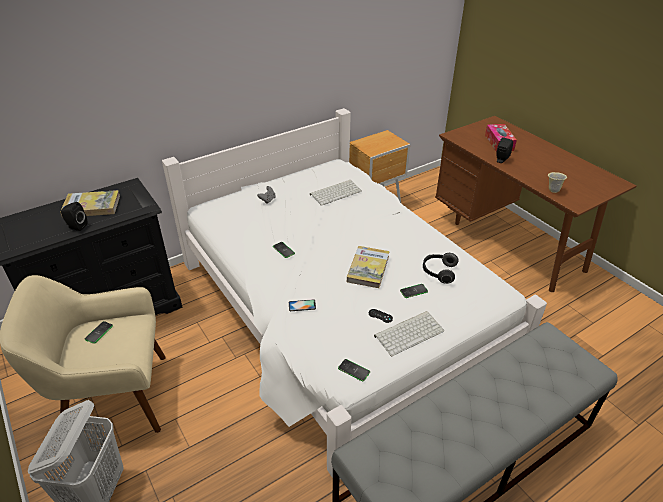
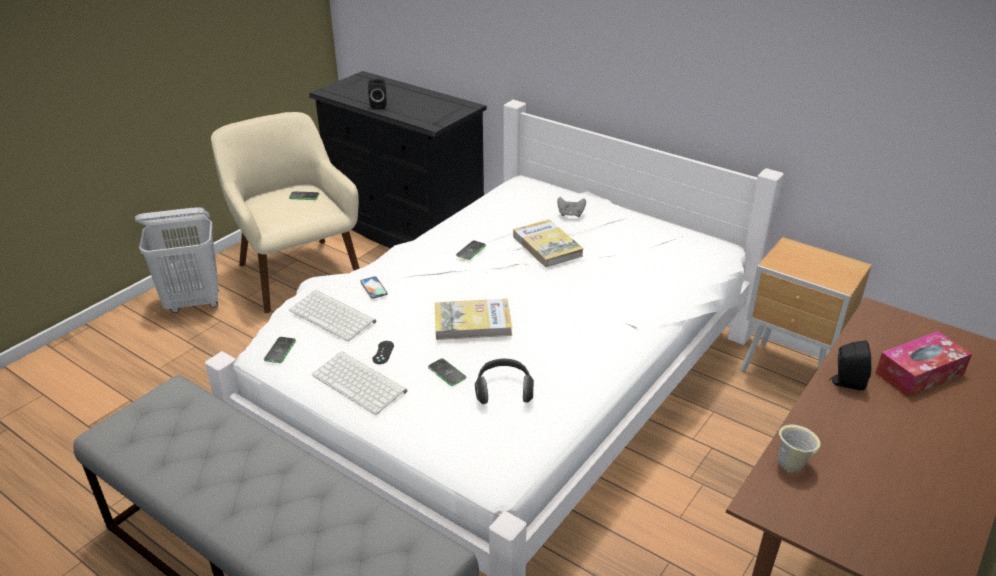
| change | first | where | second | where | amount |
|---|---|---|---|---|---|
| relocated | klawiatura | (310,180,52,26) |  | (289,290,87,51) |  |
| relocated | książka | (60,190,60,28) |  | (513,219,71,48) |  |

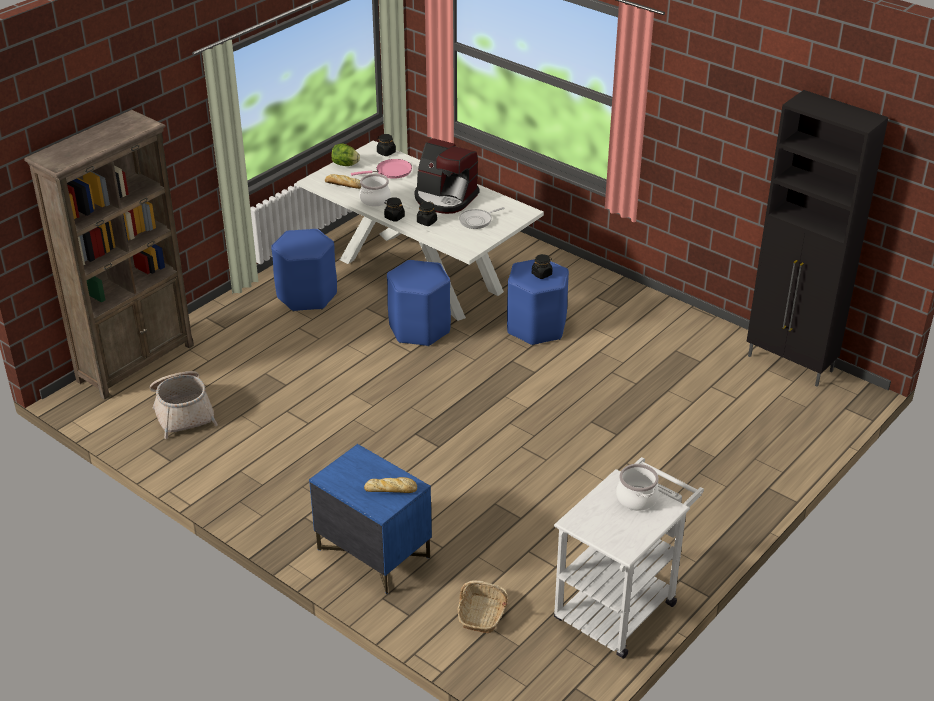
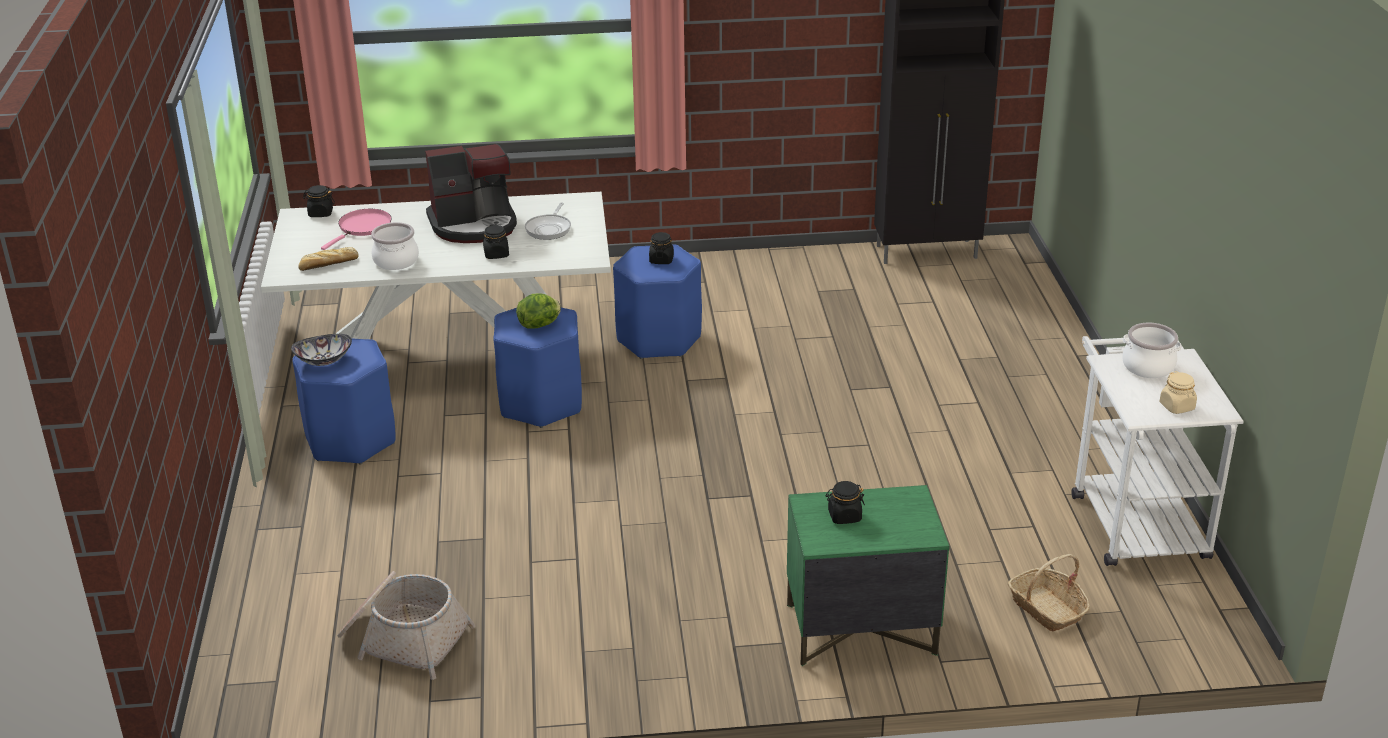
| change | first | where | second | where | amount |
|---|---|---|---|---|---|
| missing | regał/brązowy | (24,110,170,290) |  |  |  |
| relocated | sałata | (331,143,29,23) |  | (516,293,45,36) |  |
| relocated | słoik/czarny | (384,197,21,25) |  | (826,481,39,43) |  |
| colour | szafka nocna/niebieski | (309,444,123,150) | szafka nocna/zielony | (787,485,162,181) |  |
| missing | chleb | (364,477,53,16) |  |  |  |
| appeared |  |  | miska | (291,334,61,32) |  |
| appeared |  |  | słoik/beżowy | (1159,371,38,43) |  |

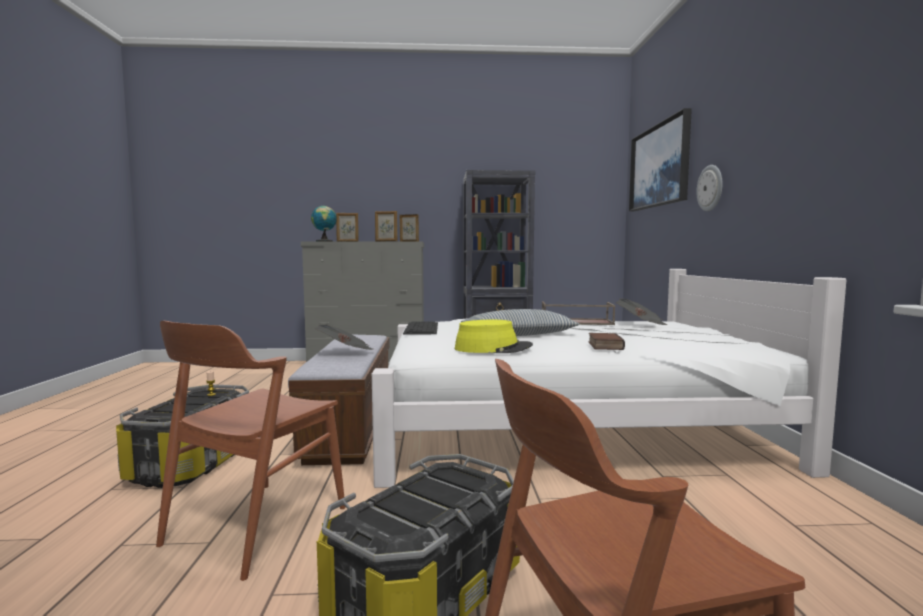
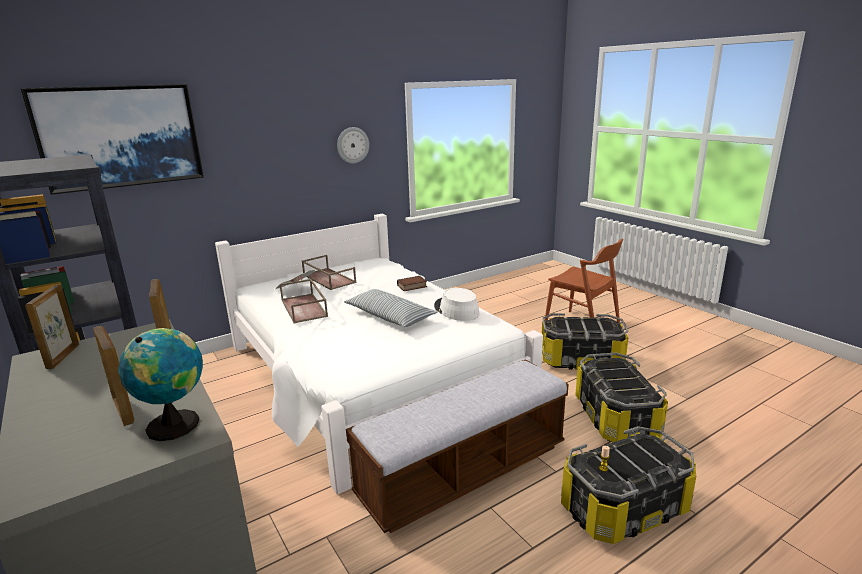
| change | first | where | second | where | amount |
|---|---|---|---|---|---|
| relocated | zegar ścienny | (696,165,26,46) |  | (337,127,32,36) |  |
| colour | kapelusz/żółty | (455,320,78,33) | kapelusz/biały | (434,288,46,33) |  |
| exchanged | krzesło/brązowy | (156,321,190,260) | pojemnik do przechowywania | (575,353,93,89) |  |
| missing | klawiatura | (403,321,35,14) |  |  |  |
| missing | gazeta | (315,325,58,25) |  |  |  |
| appeared |  |  | taca/brązowy | (302,255,54,35) |  |

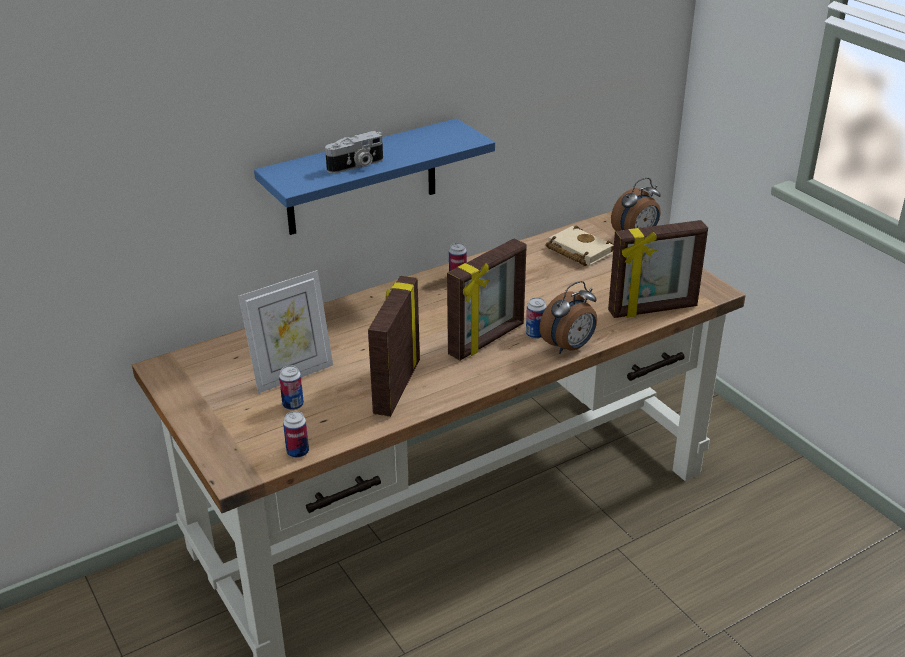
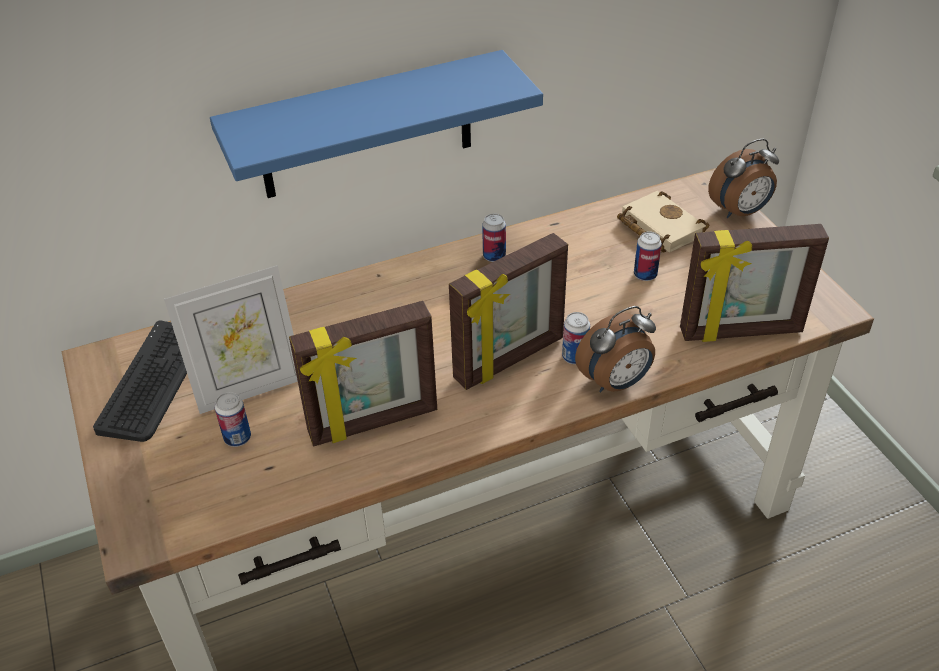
| change | first | where | second | where | amount |
|---|---|---|---|---|---|
| missing | aparat fotograficzny | (325,131,58,42) |  |  |  |
| spun | ramka na zdjęcie | (368,276,52,141) |  | (289,301,148,145) | 135 degrees counterclockwise |
| relocated | puszka | (283,411,26,47) |  | (634,231,28,50) |  |
| appeared |  |  | klawiatura | (93,320,94,122) |  |

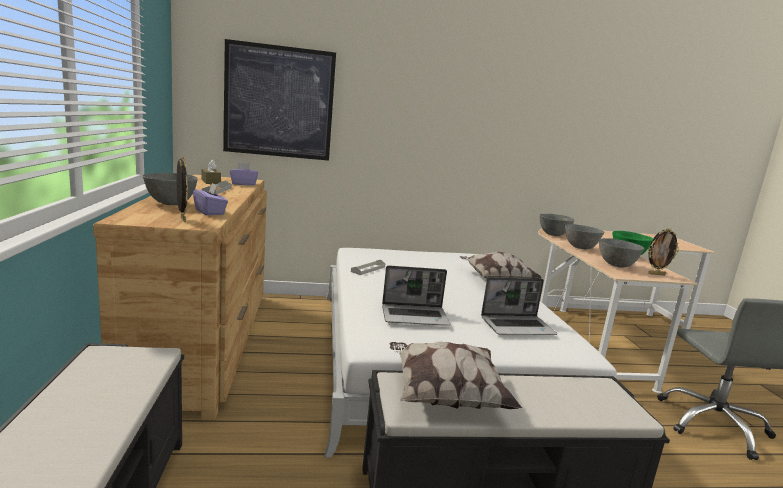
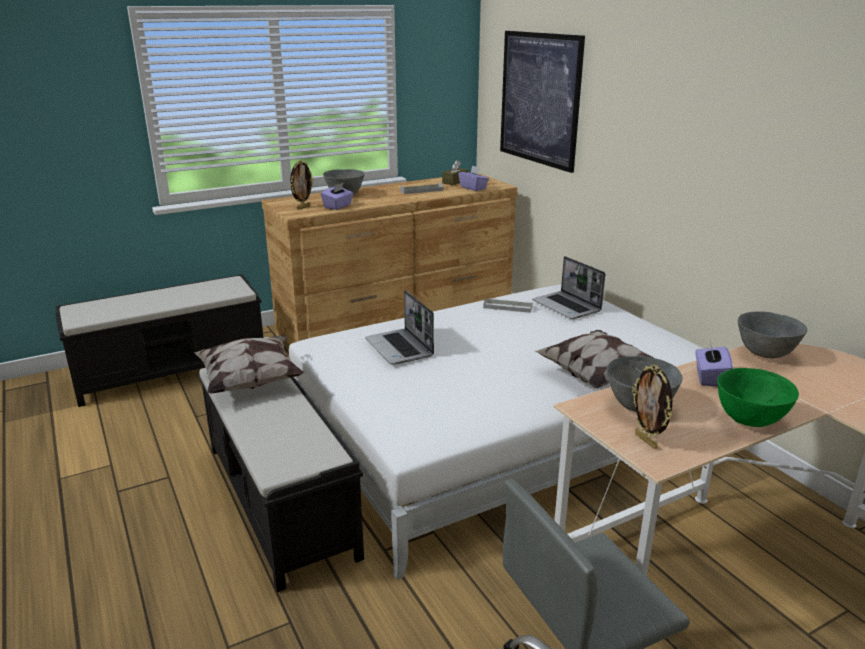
| change | first | where | second | where | amount |
|---|---|---|---|---|---|
| exchanged | miska/szary | (565,224,39,26) | pudełko chusteczek/fioletowy | (695,340,38,47) |  |
| relocated | laptop | (481,277,76,58) |  | (532,256,73,63) |  |

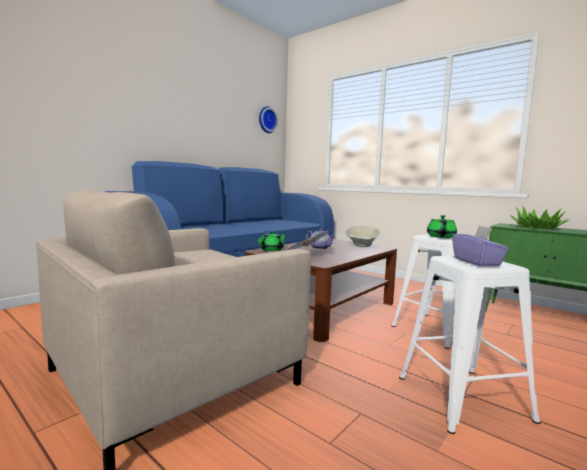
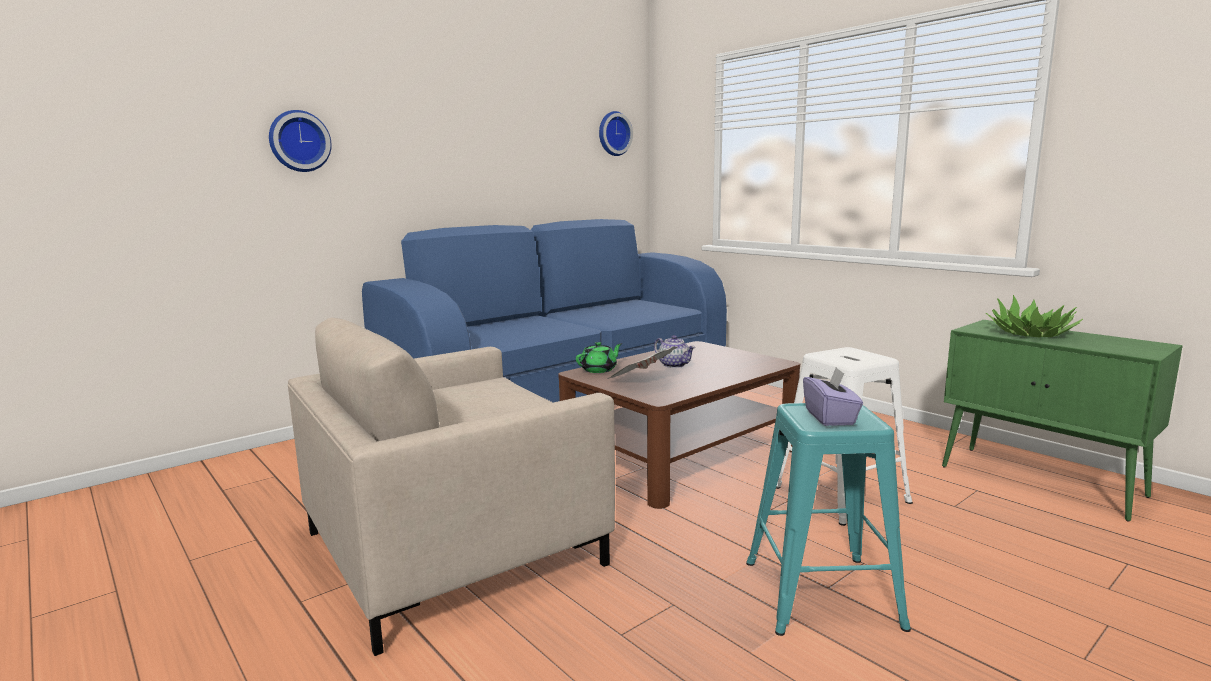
| change | first | where | second | where | amount |
|---|---|---|---|---|---|
| missing | imbryk/zielony | (427,215,30,23) |  |  |  |
| missing | miska/beżowy | (346,226,34,21) |  |  |  |
| colour | stołek/biały | (399,256,141,178) | stołek/turkusowy | (746,403,165,233) |  |
| appeared |  |  | zegar ścienny | (269,110,63,62) |  |

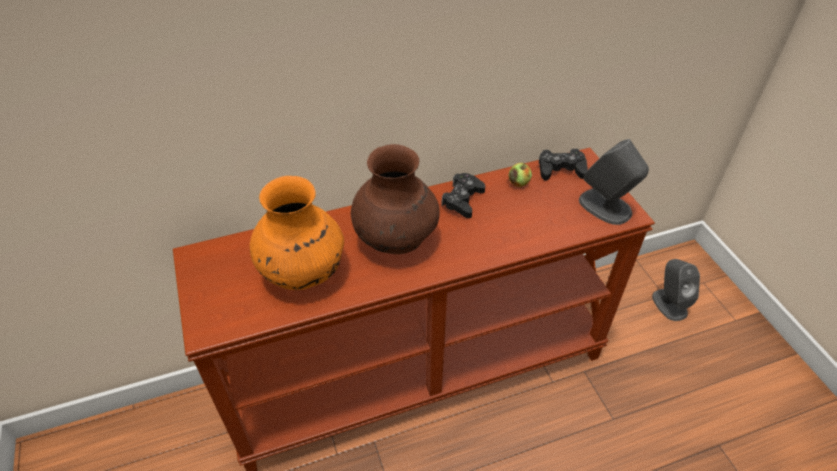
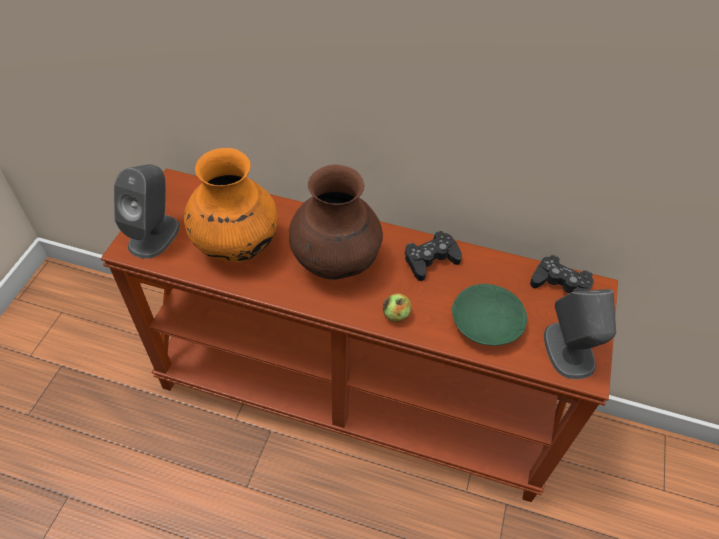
| change | first | where | second | where | amount |
|---|---|---|---|---|---|
| relocated | jabłko | (509,163,23,24) |  | (383,293,28,29) |  |
| relocated | głośnik/szary | (652,259,48,62) |  | (114,164,66,95) |  |
| appeared |  |  | miska/zielony | (452,284,75,62) |  |

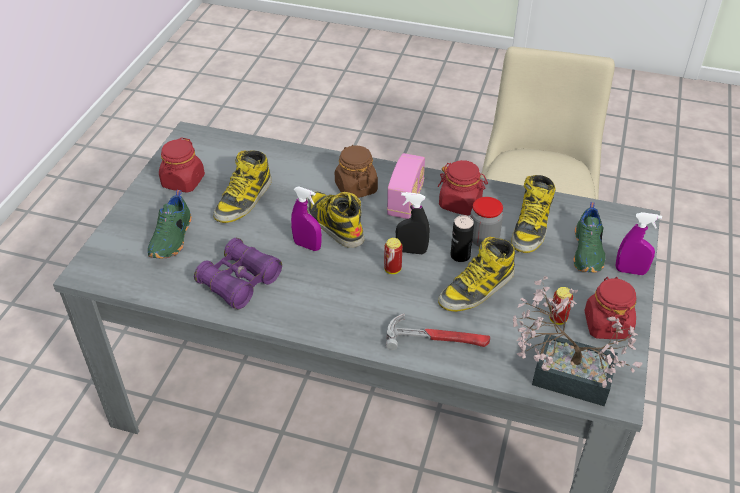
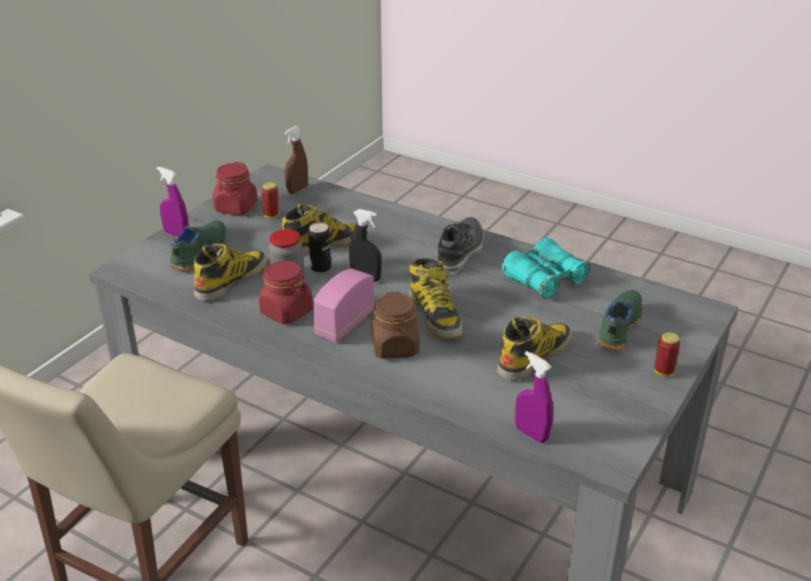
| change | first | where | second | where | amount |
|---|---|---|---|---|---|
| missing | słoik/czerwony | (159,137,46,56) |  |  |  |
| relocated | spryskiwacz/fioletowy | (291,187,31,64) |  | (515,351,38,92) |  |
| colour | lornetka/fioletowy | (194,238,88,71) | lornetka/turkusowy | (502,237,88,62) |  |
| relocated | puszka | (384,238,19,36) |  | (654,332,26,44) |  |
| exchanged | roślina doniczkowa | (513,276,130,130) | spryskiwacz/brązowy | (285,126,23,68) |  |
| missing | młotek | (386,314,104,36) |  |  |  |
| appeared |  |  | but | (436,217,48,57) |  |

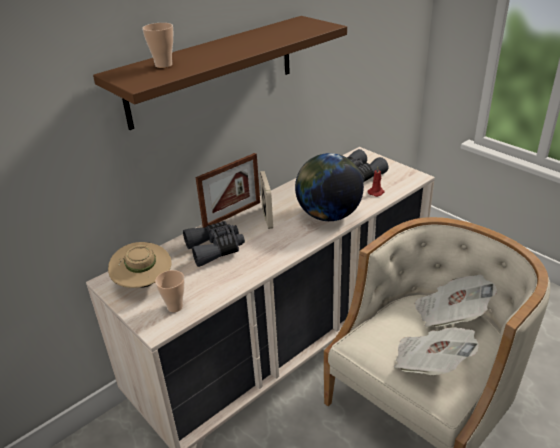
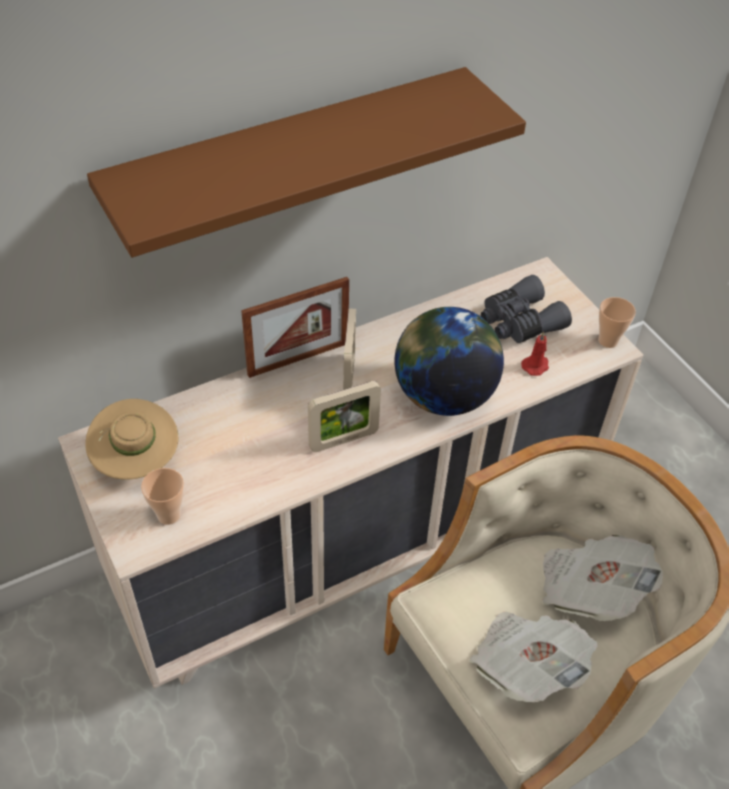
| change | first | where | second | where | amount |
|---|---|---|---|---|---|
| relocated | filiżanka | (142,23,32,45) |  | (598,297,38,51) |  |
| missing | lornetka/szary | (183,221,62,46) |  |  |  |
| appeared |  |  | ramka na zdjęcie | (308,381,73,71) |  |

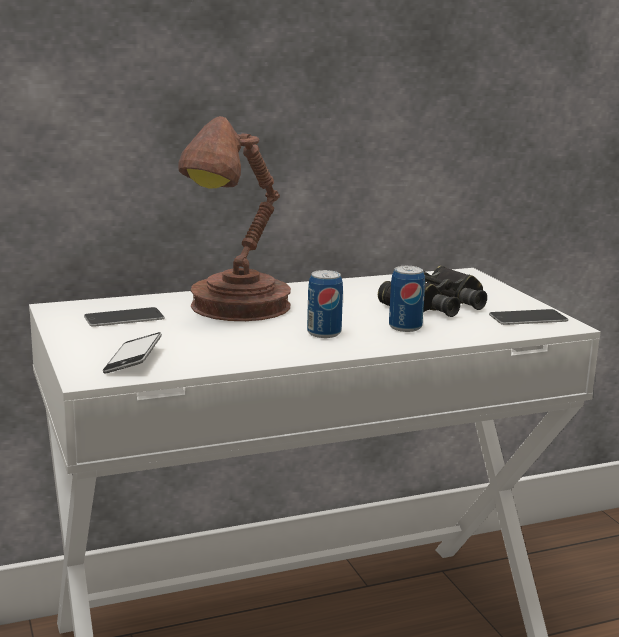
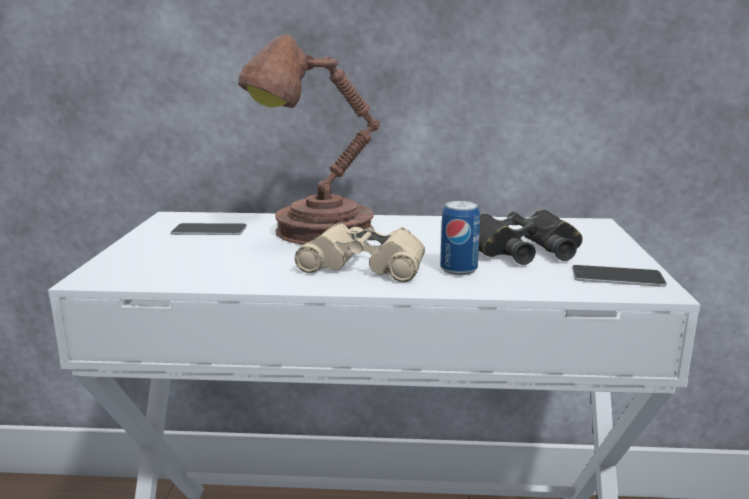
| change | first | where | second | where | amount |
|---|---|---|---|---|---|
| exchanged | puszka | (307,270,36,68) | lornetka/beżowy | (295,223,130,59) |  |
| missing | telefon | (103,332,59,42) |  |  |  |

